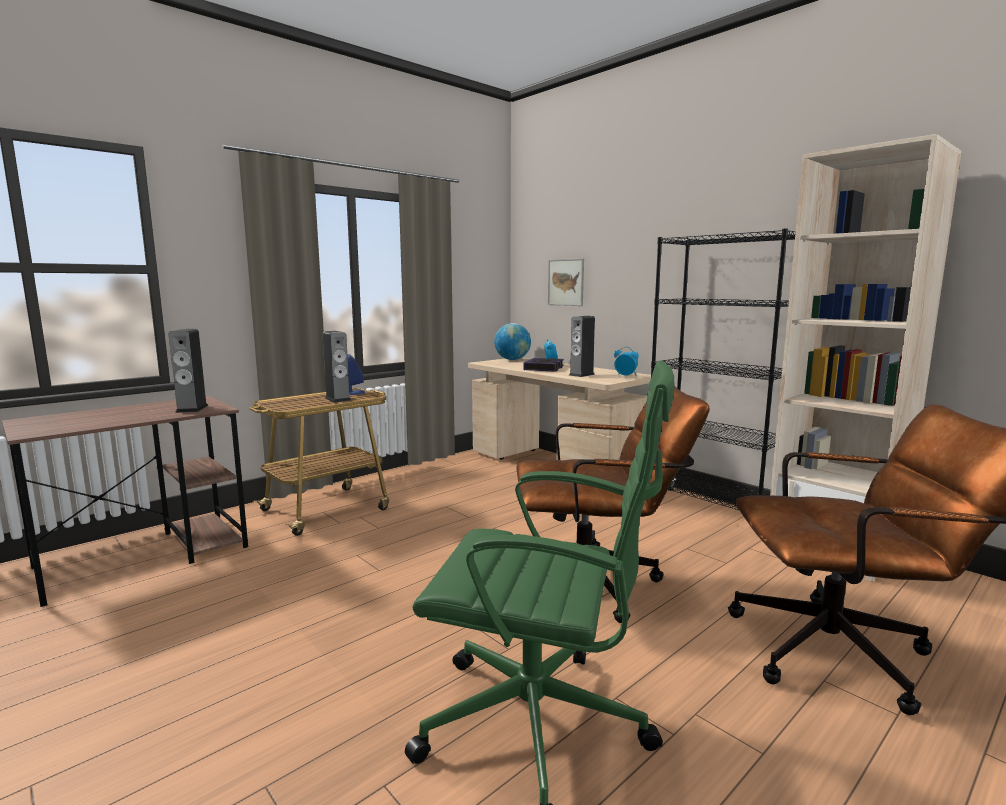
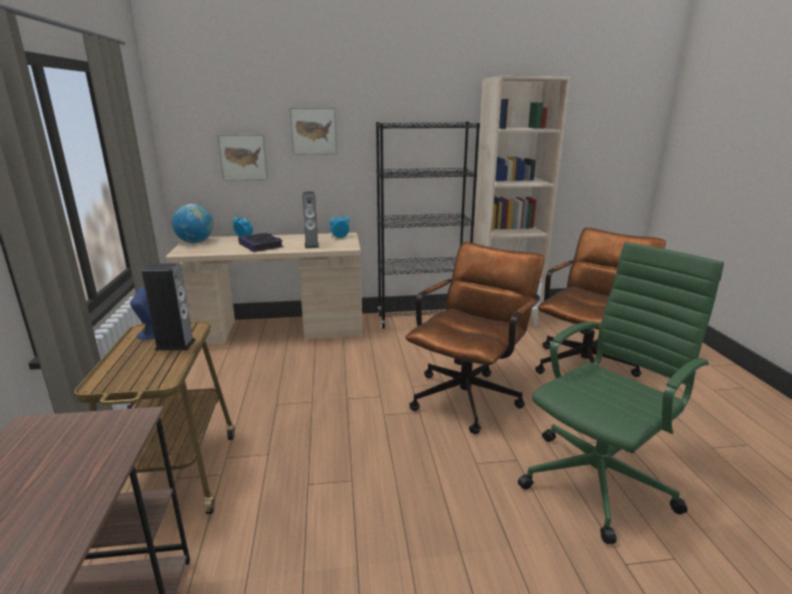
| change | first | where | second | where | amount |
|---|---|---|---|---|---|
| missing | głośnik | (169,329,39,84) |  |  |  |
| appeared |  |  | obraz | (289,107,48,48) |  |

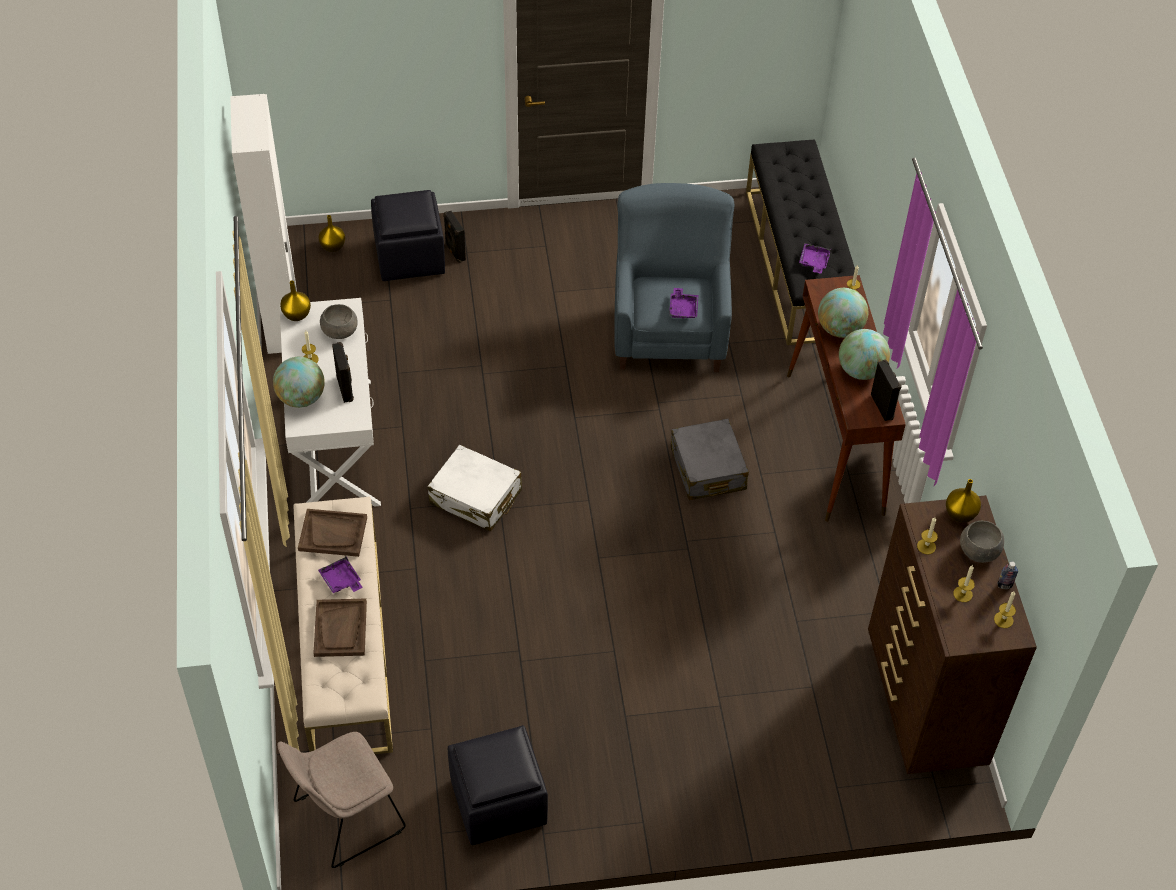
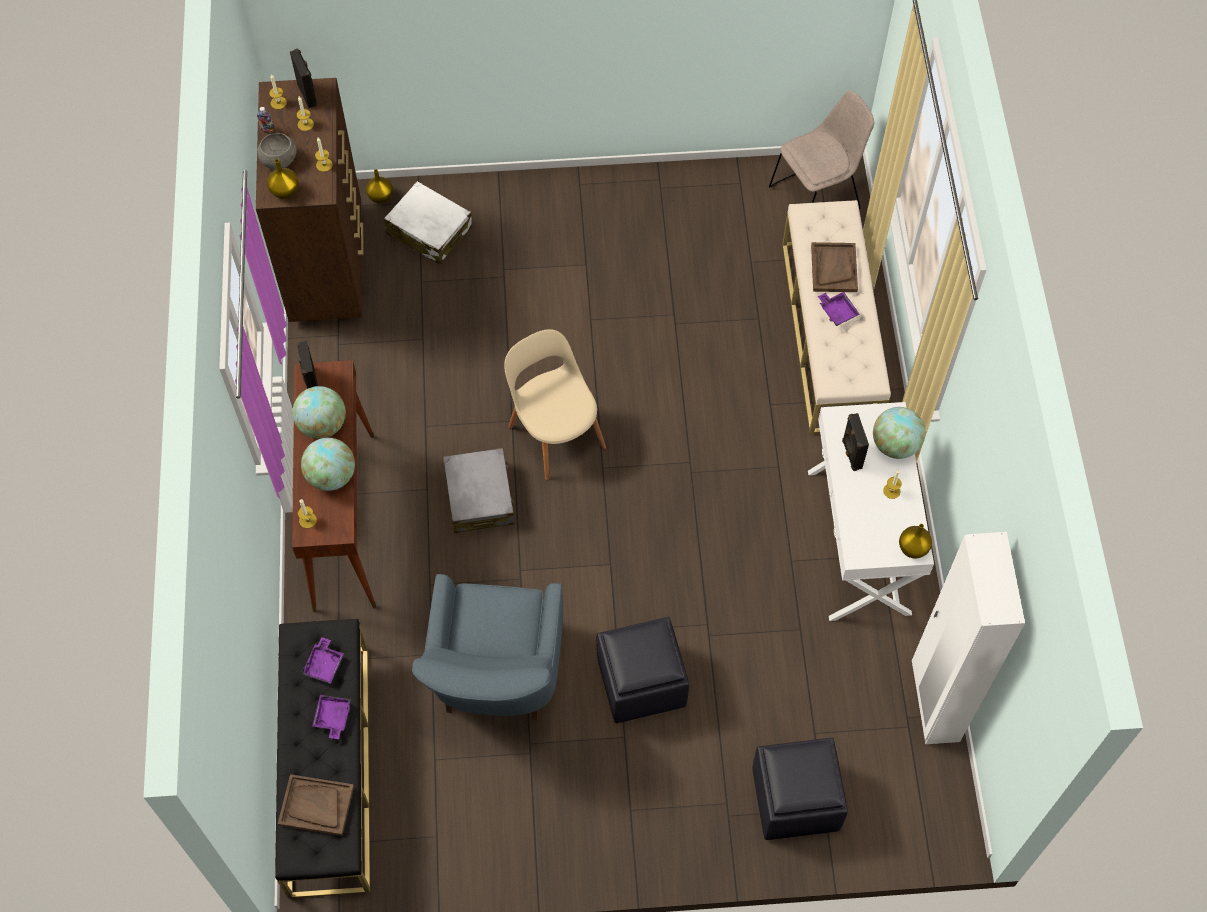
| change | first | where | second | where | amount |
|---|---|---|---|---|---|
| relocated | głośnik/czarny | (443,211,23,52) |  | (290,49,28,59) |  |
| relocated | wazon/żółty | (319,215,26,37) |  | (366,169,27,35) |  |
| relocated | taca/fioletowy | (669,288,30,31) |  | (312,695,39,44) |  |
| missing | miska/szary | (320,304,38,35) |  |  |  |
| relocated | walizka/biały | (427,445,95,87) |  | (384,181,88,84) |  |
| relocated | taca/brązowy | (298,509,69,48) |  | (278,774,76,62) |  |
| relocated | pufa/czarny | (448,725,100,120) |  | (597,617,92,106) |  |
| appeared |  |  | krzesło/beżowy | (504,329,102,152) |  |

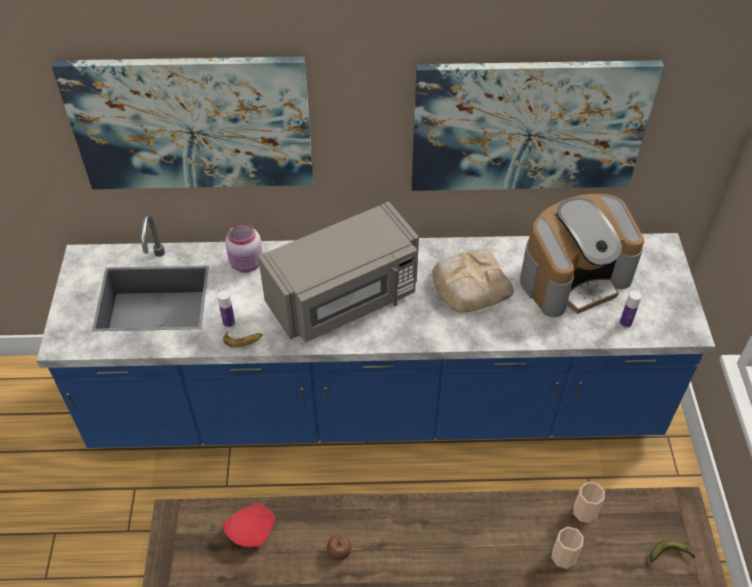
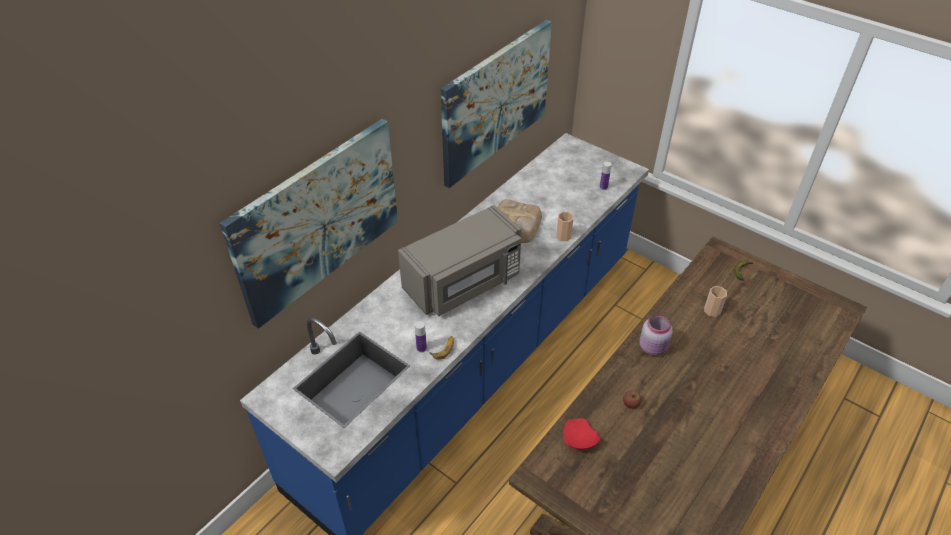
| change | first | where | second | where | amount |
|---|---|---|---|---|---|
| missing | ekspres do kawy | (520,194,124,123) |  |  |  |
| spun | mikrofalówka/szary | (258,202,161,141) |  | (398,205,123,112) | 45 degrees clockwise |
| relocated | słoik/różowy | (225,223,38,50) |  | (639,315,34,41) |  |
| relocated | filiżanka | (573,482,32,41) |  | (556,212,18,29) |  |

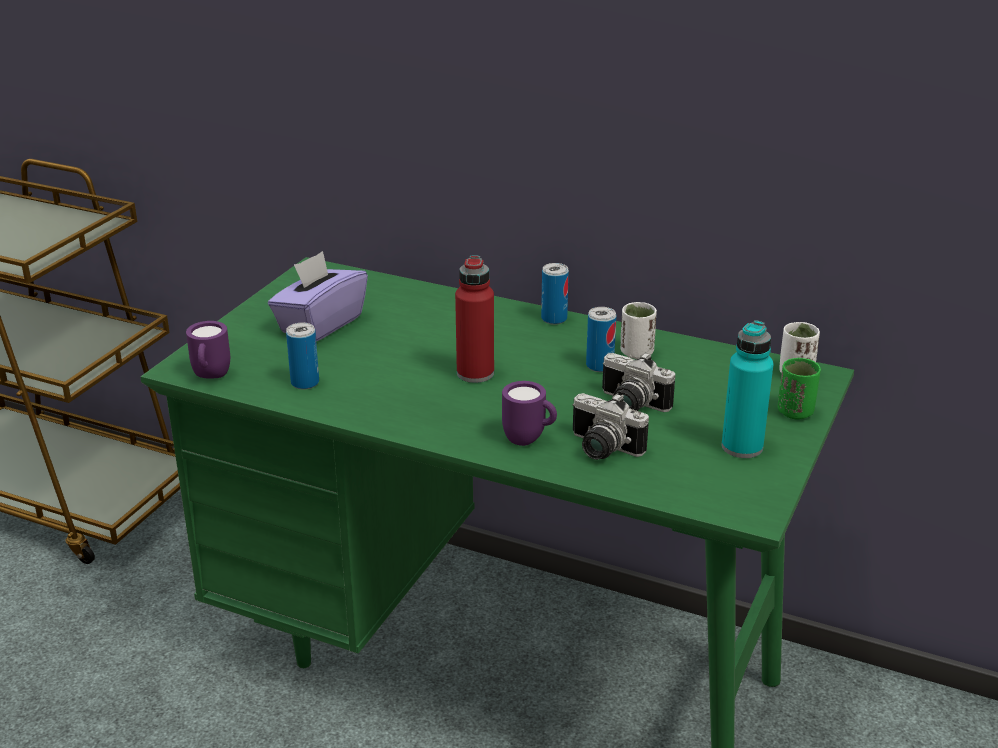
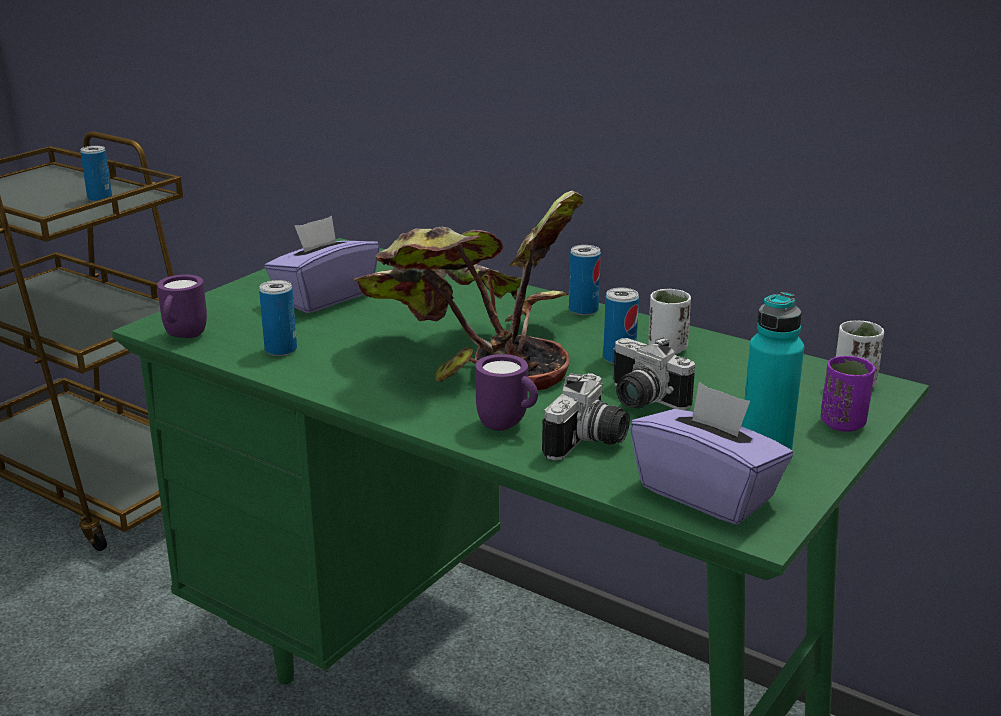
| change | first | where | second | where | amount |
|---|---|---|---|---|---|
| exchanged | butelka/czerwony | (455,255,39,128) | roślina doniczkowa | (354,191,230,199) |  |
| colour | filiżanka/zielony | (778,358,43,61) | filiżanka/fioletowy | (821,356,54,76) |  |
| spun | aparat fotograficzny | (573,393,76,67) |  | (542,373,88,88) | 105 degrees counterclockwise |
| appeared |  |  | puszka | (80,146,32,56) |  |
| appeared |  |  | pudełko chusteczek/fioletowy | (630,382,163,143) |  |

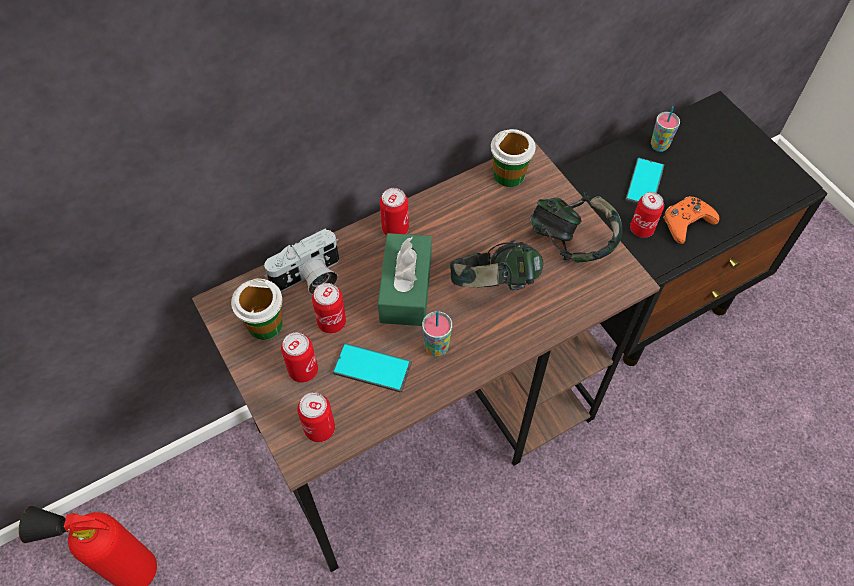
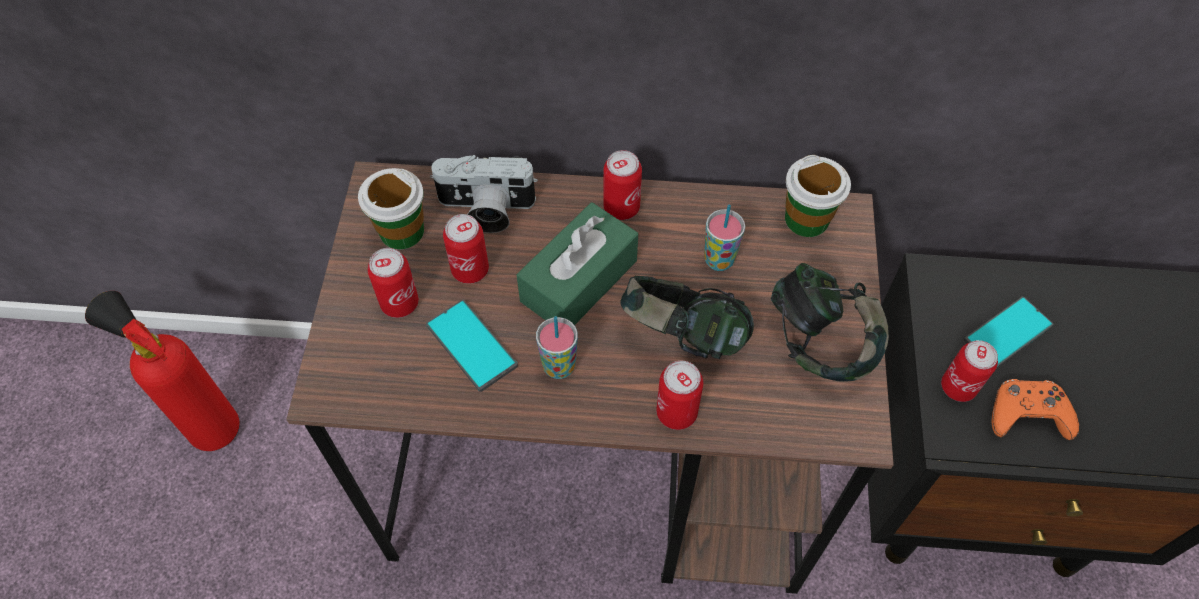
| change | first | where | second | where | amount |
|---|---|---|---|---|---|
| relocated | filiżanka | (651,106,29,46) |  | (704,205,41,66) |  |
| relocated | puszka | (297,392,38,50) |  | (656,361,47,69) |  |

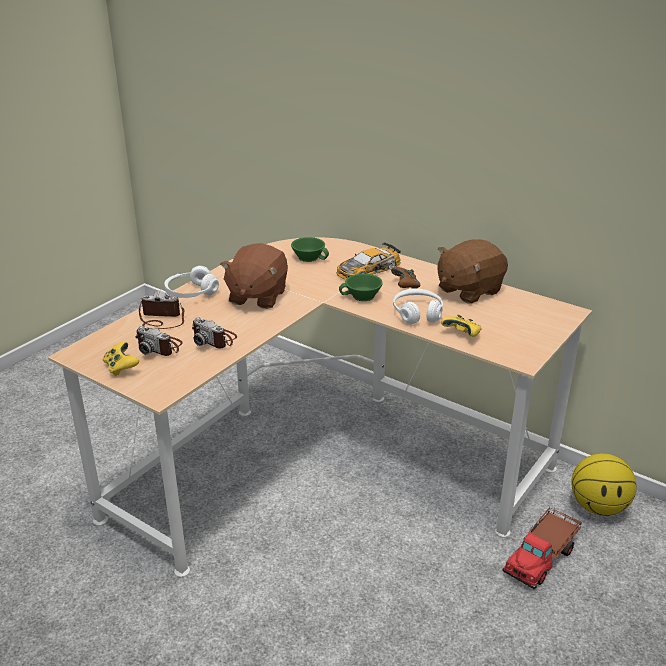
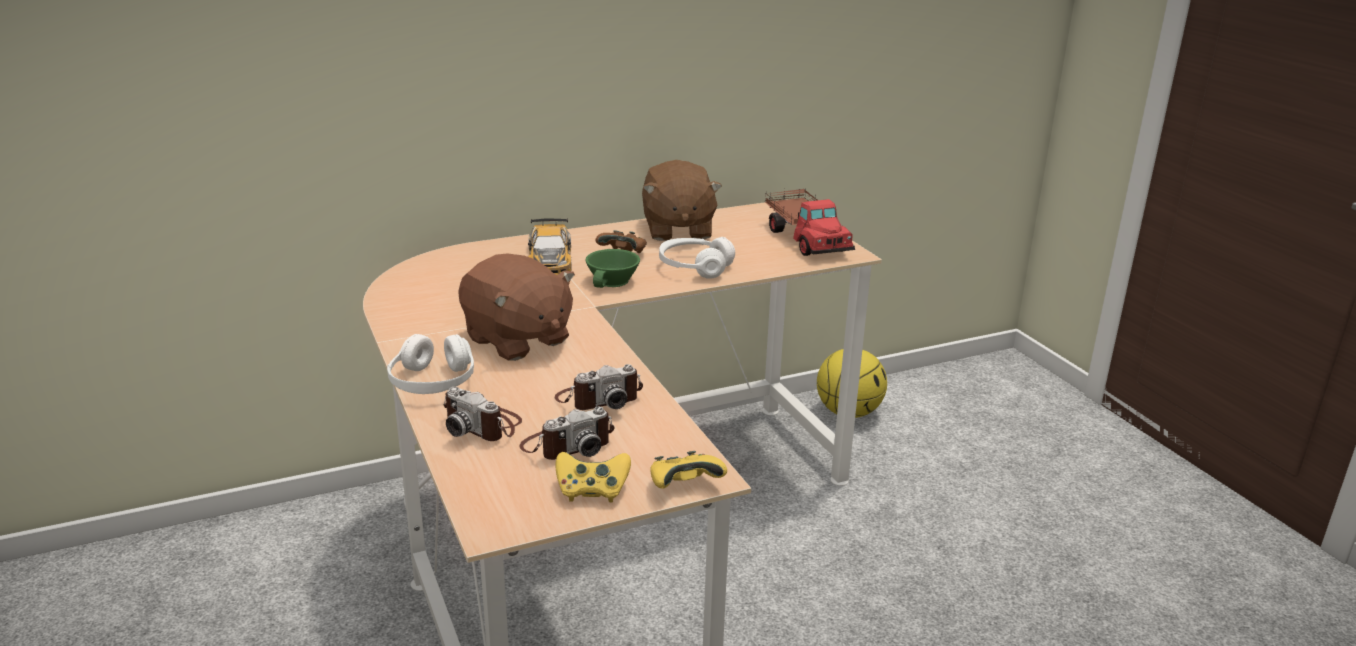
| change | first | where | second | where | amount |
|---|---|---|---|---|---|
| missing | filiżanka/zielony | (291,237,38,25) |  |  |  |
| spun | aparat fotograficzny | (139,291,46,38) |  | (443,387,79,54) | 90 degrees counterclockwise |
| relocated | pad do gier/żółty | (441,315,41,22) |  | (650,451,77,38) |  |
| relocated | ciężarówka zabawkowa | (502,507,80,83) |  | (765,188,90,68) |  |

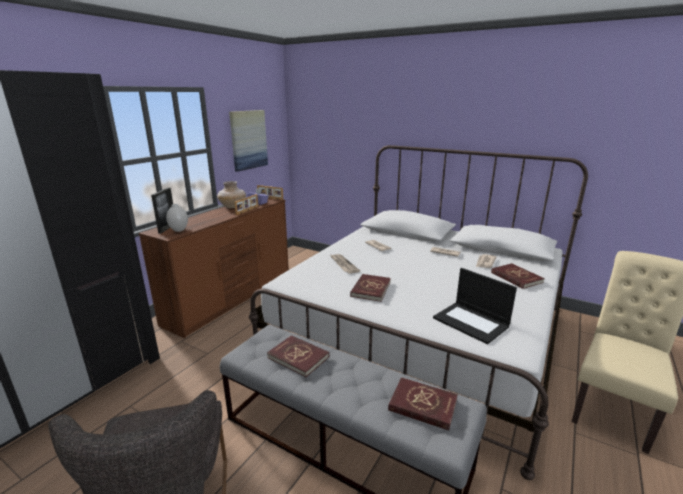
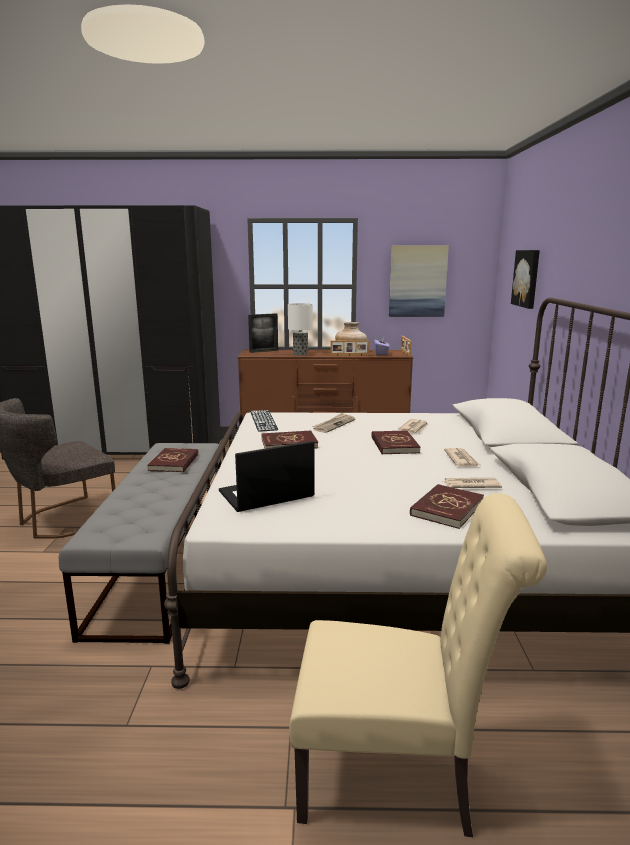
| change | first | where | second | where | amount |
|---|---|---|---|---|---|
| missing | wazon/biały | (166,204,22,28) |  |  |  |
| spun | laptop | (433,268,84,76) |  | (219,441,95,71) | 45 degrees clockwise |
| relocated | książka/czerwony | (388,377,70,53) |  | (371,430,49,25) |  |
| appeared |  |  | obraz | (511,250,29,59) |  |
| appeared |  |  | lampa stołowa | (288,303,25,53) |  |
| appeared |  |  | klawiatura | (250,410,28,22) |  |

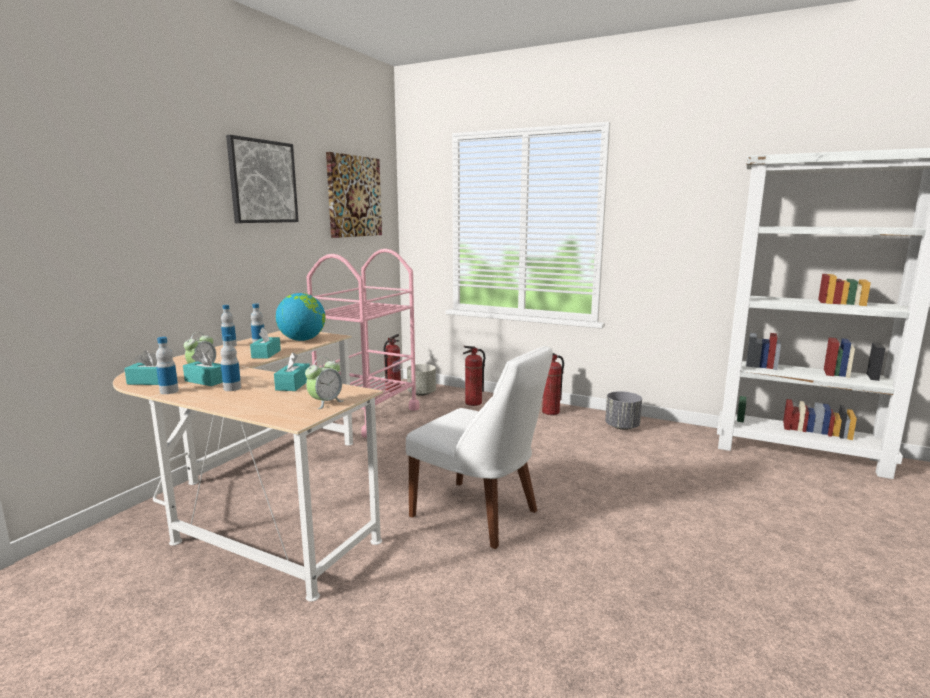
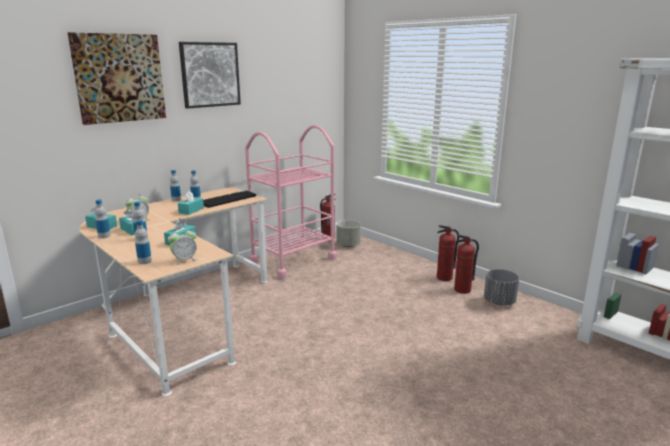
| change | first | where | second | where | amount |
|---|---|---|---|---|---|
| relocated | obraz | (326,152,56,86) |  | (68,32,98,93) |  |
| exchanged | globus | (276,293,49,48) | klawiatura | (203,191,53,17) |  |
| missing | krzesło/biały | (406,346,147,203) |  |  |  |
| relocated | gaśnica | (463,346,22,60) |  | (454,234,25,60) |  |
| appeared |  |  | butelka | (135,220,17,44) |  |

